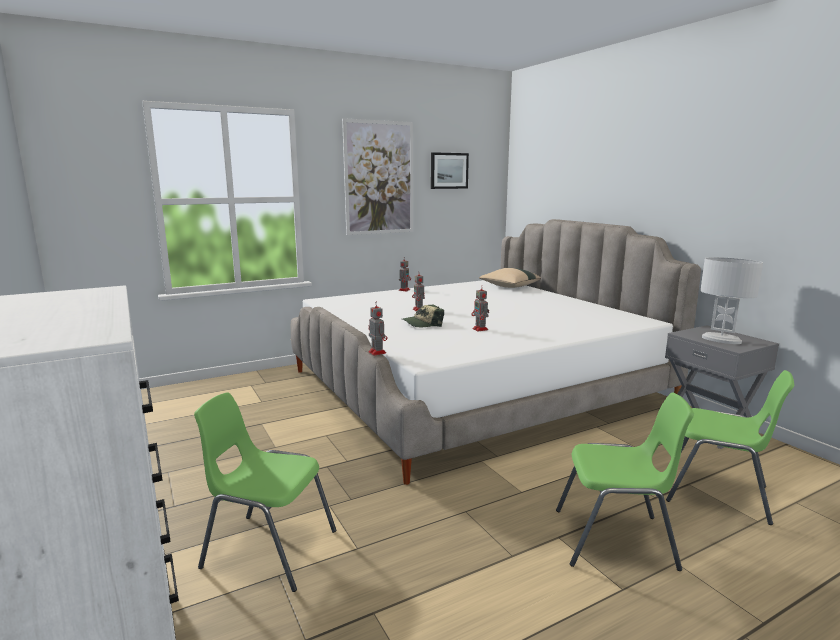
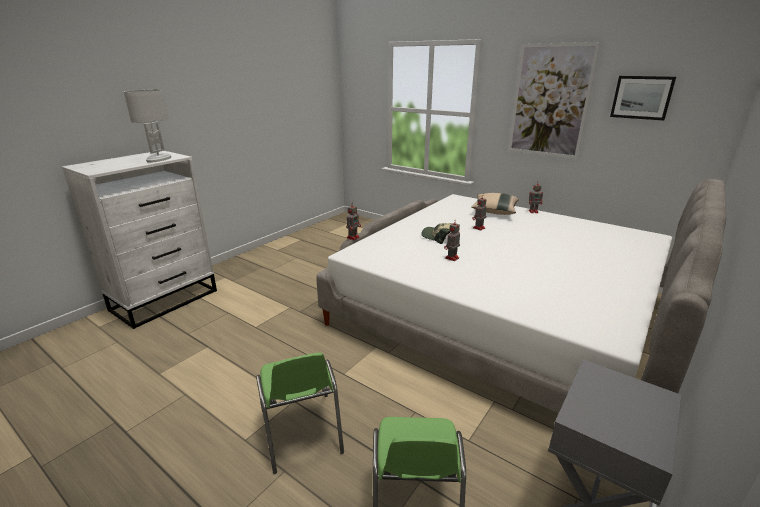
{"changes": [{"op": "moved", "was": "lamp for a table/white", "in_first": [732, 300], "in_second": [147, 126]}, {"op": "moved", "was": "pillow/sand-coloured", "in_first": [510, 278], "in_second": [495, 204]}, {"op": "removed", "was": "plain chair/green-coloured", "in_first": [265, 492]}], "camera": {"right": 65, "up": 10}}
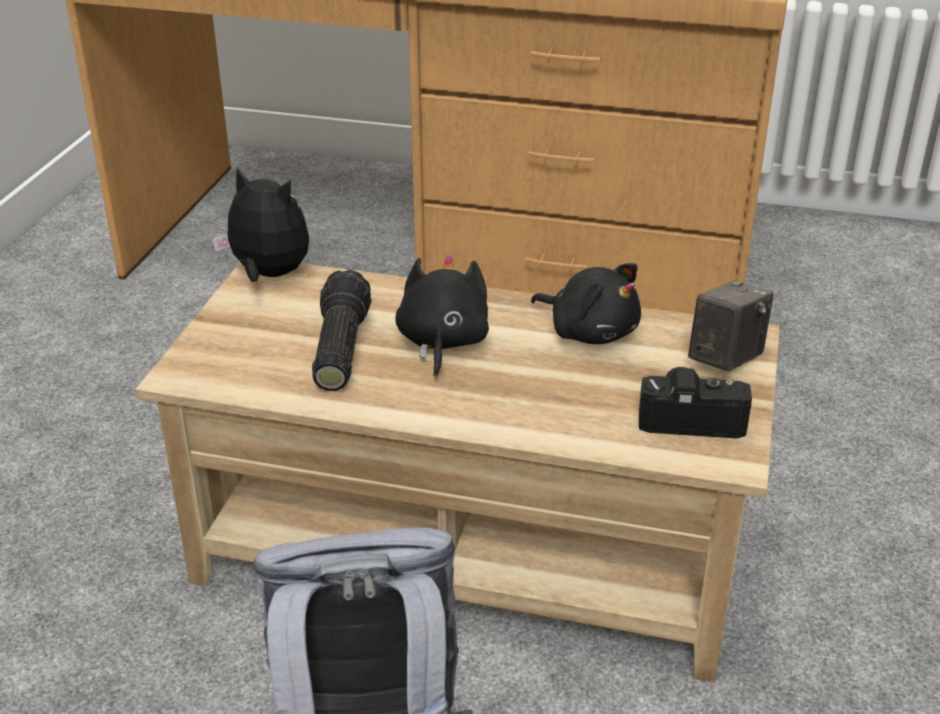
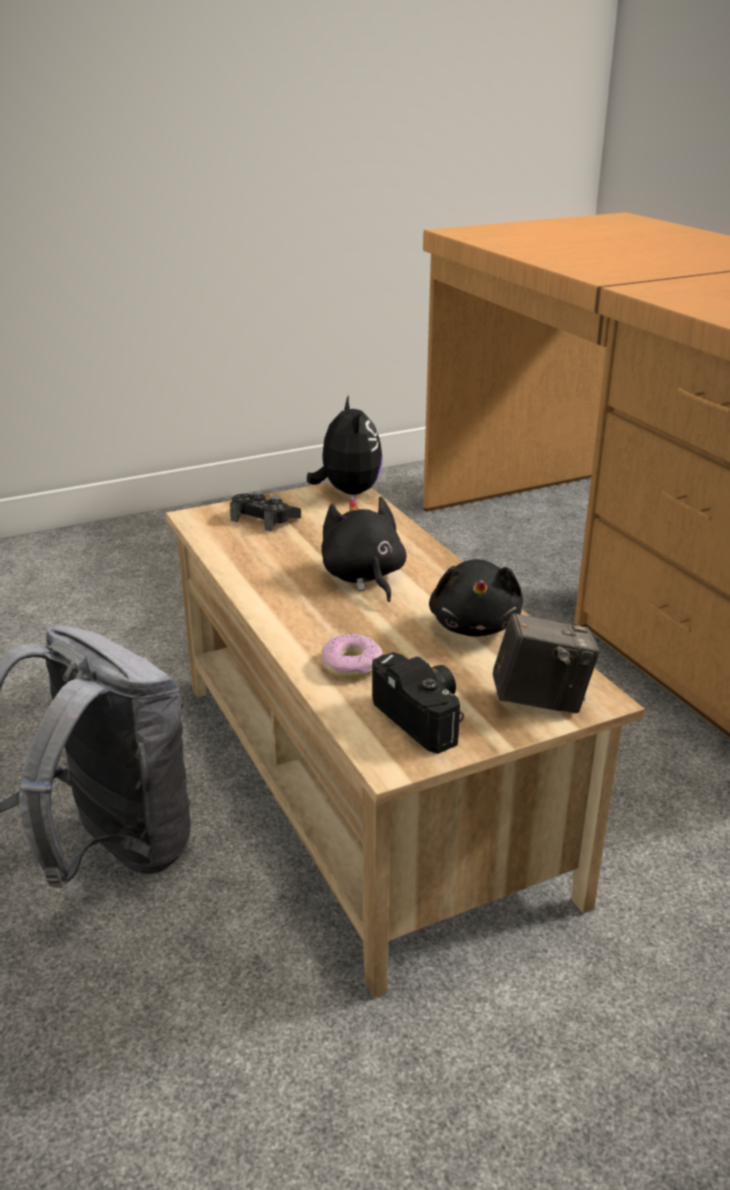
{"changes": [{"op": "added", "now": "joypad/black", "in_second": [265, 511]}, {"op": "turned", "was": "soft toy/black", "in_first": [442, 316], "in_second": [364, 549], "clockwise": -75}, {"op": "added", "now": "donut", "in_second": [352, 656]}, {"op": "removed", "was": "flashlight", "in_first": [342, 330]}], "camera": {"right": 50, "up": -5}}
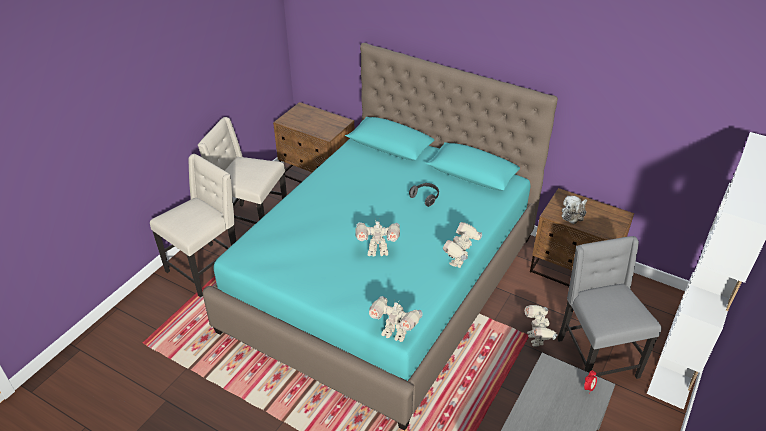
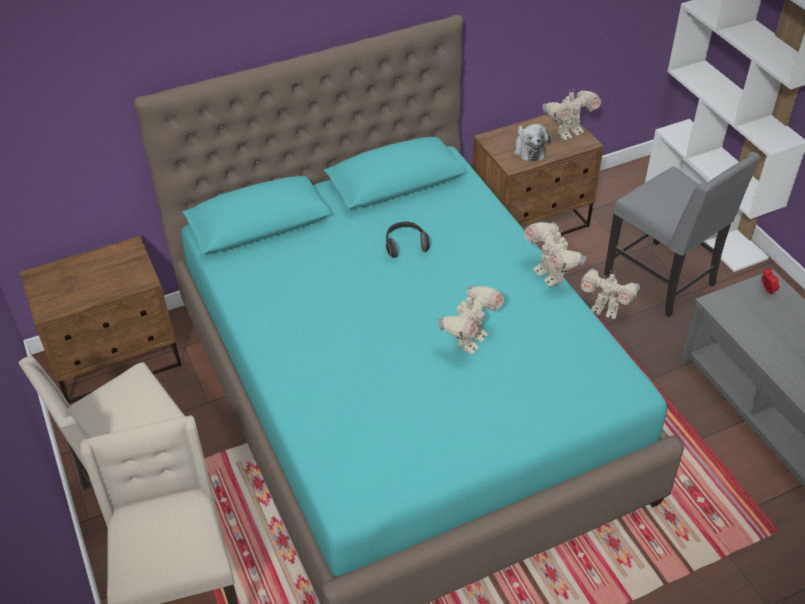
{"changes": [{"op": "moved", "was": "toy robot", "in_first": [396, 319], "in_second": [572, 113]}, {"op": "turned", "was": "plain chair/greyish", "in_first": [609, 307], "in_second": [682, 234], "clockwise": -150}], "camera": {"right": -55, "up": 5}}
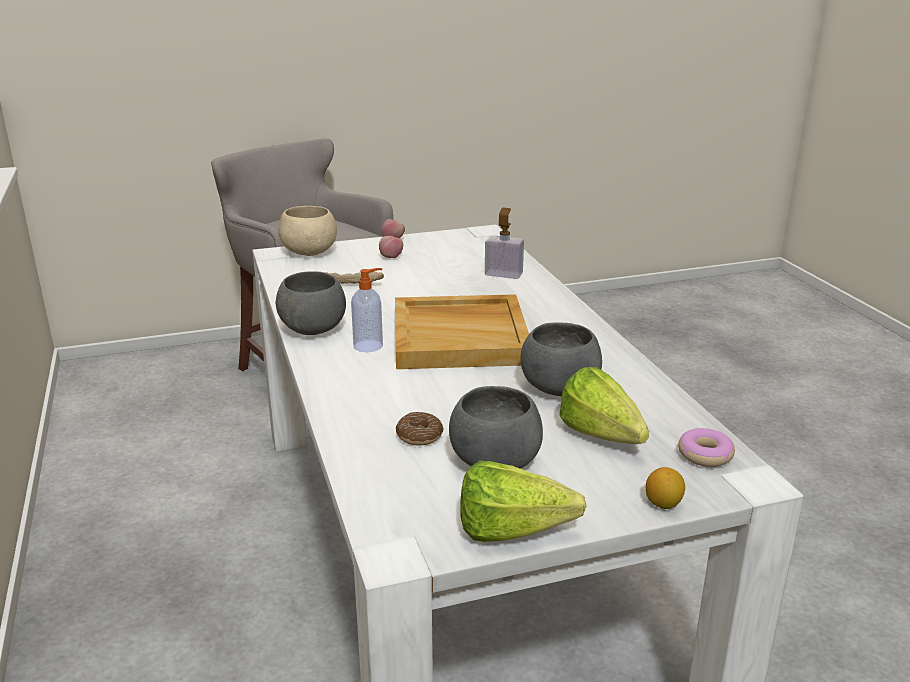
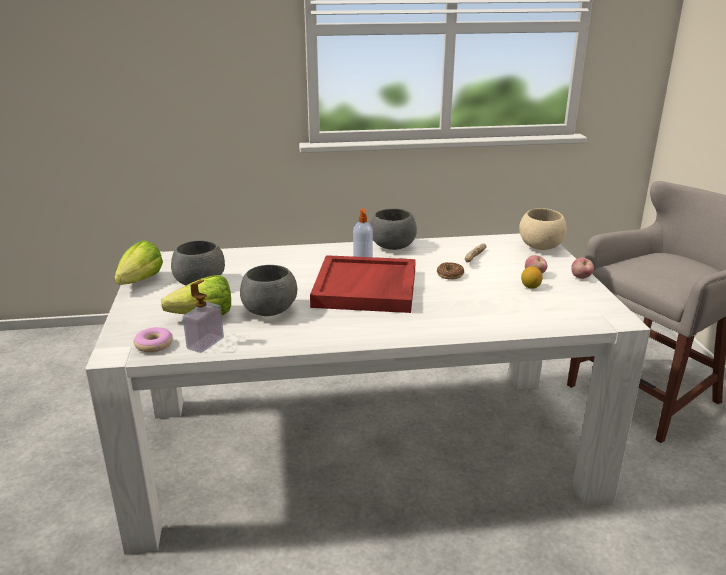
{"changes": [{"op": "moved", "was": "liquid soap bottle", "in_first": [504, 243], "in_second": [203, 316]}, {"op": "recoloured", "was": "serving tray/sand-coloured", "now": "serving tray/reddish", "in_first": [462, 331], "in_second": [363, 284]}, {"op": "moved", "was": "donut", "in_first": [419, 428], "in_second": [450, 271]}, {"op": "moved", "was": "lemon", "in_first": [665, 488], "in_second": [532, 278]}], "camera": {"right": 100, "up": 0}}
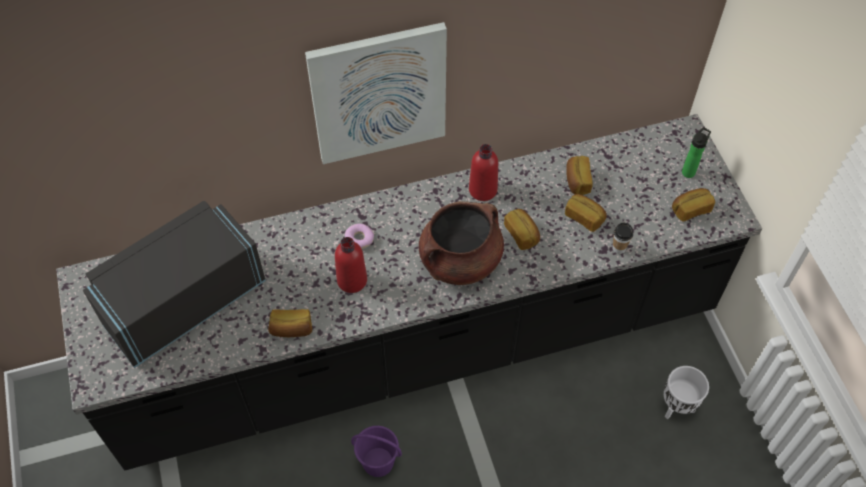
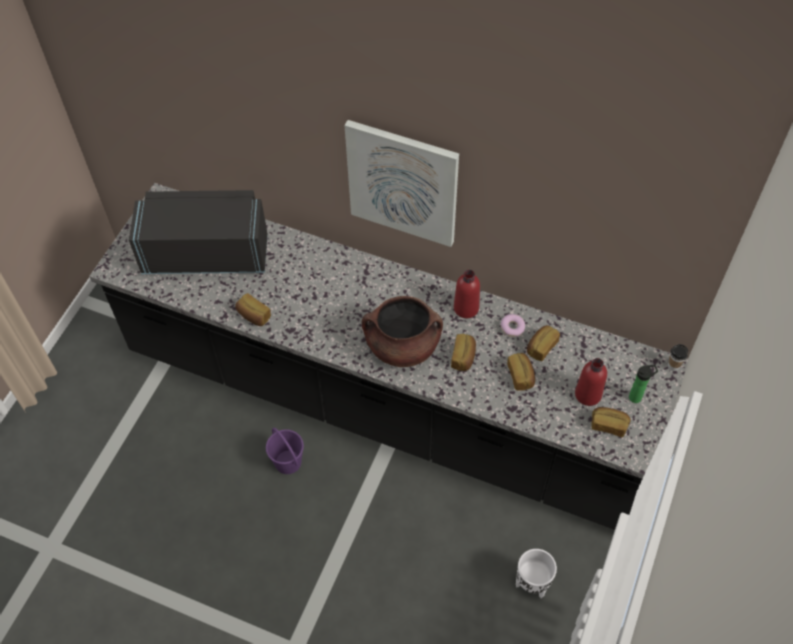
{"changes": [{"op": "moved", "was": "donut", "in_first": [359, 236], "in_second": [513, 325]}, {"op": "moved", "was": "drink bottle/reddish", "in_first": [351, 265], "in_second": [591, 382]}, {"op": "moved", "was": "drinking cup", "in_first": [622, 238], "in_second": [678, 357]}], "camera": {"right": 40, "up": 0}}
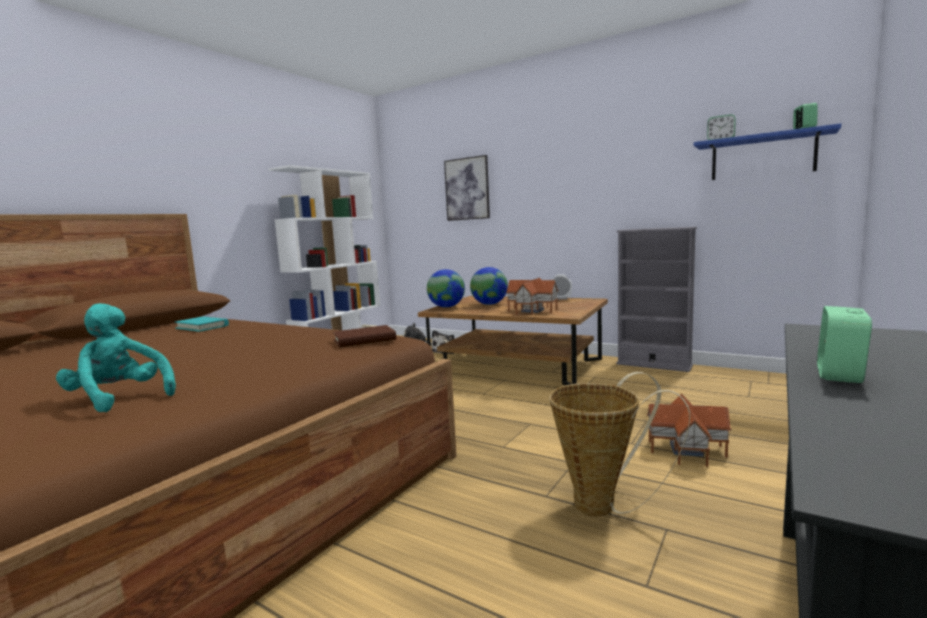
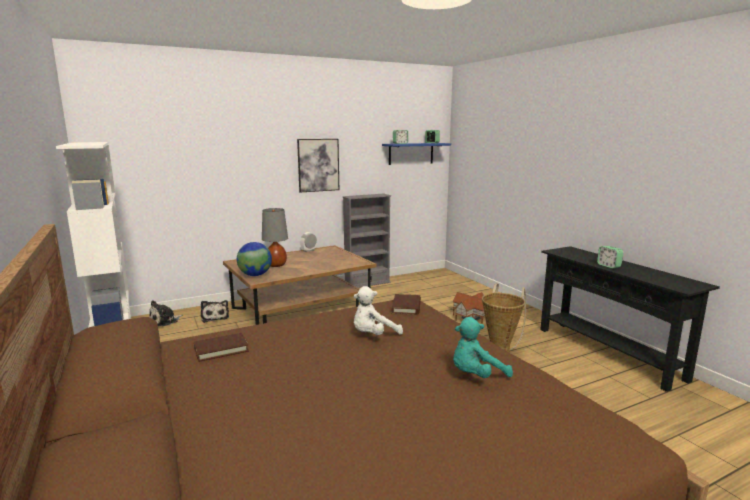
{"changes": [{"op": "recoloured", "was": "book/turquoise", "now": "book/brown", "in_first": [202, 324], "in_second": [221, 347]}, {"op": "replaced", "was": "globe", "now": "lamp for a table/greyish", "in_first": [489, 286], "in_second": [275, 237]}, {"op": "moved", "was": "picture", "in_first": [467, 188], "in_second": [318, 166]}, {"op": "added", "now": "soft toy/white", "in_second": [378, 310]}, {"op": "removed", "was": "miniature house", "in_first": [532, 296]}], "camera": {"right": -60, "up": 5}}
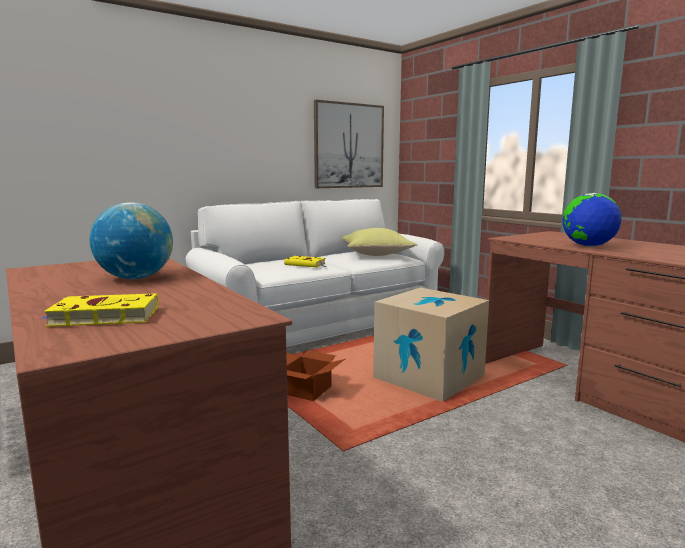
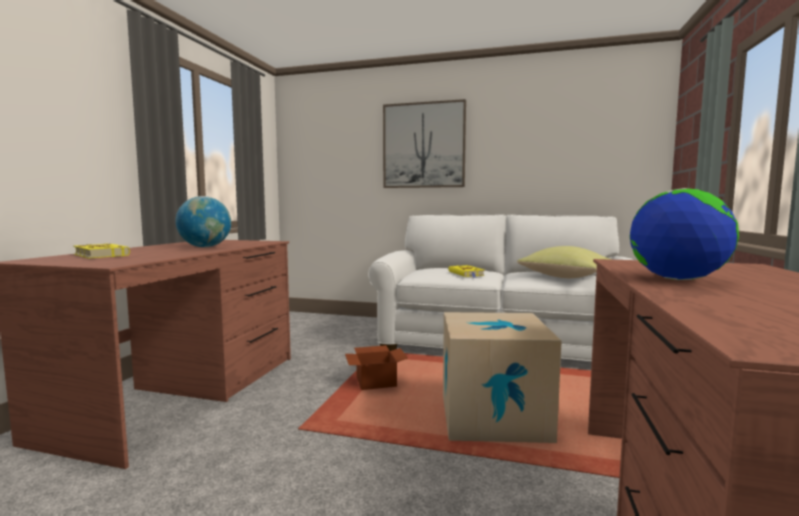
{"changes": [{"op": "moved", "was": "picture", "in_first": [349, 144], "in_second": [424, 143]}], "camera": {"right": 50, "up": -5}}
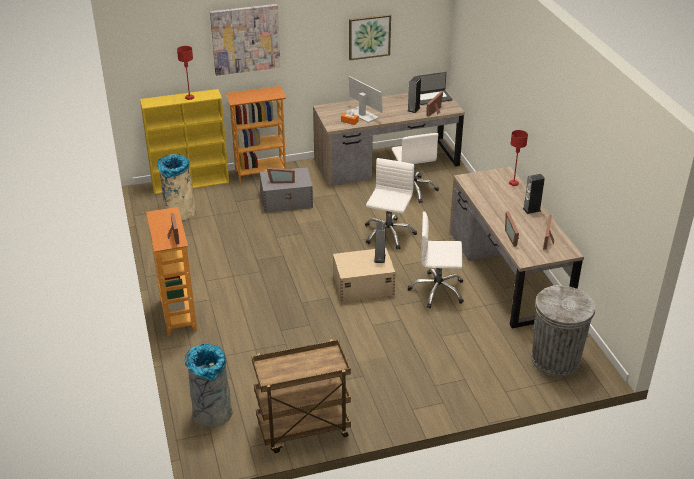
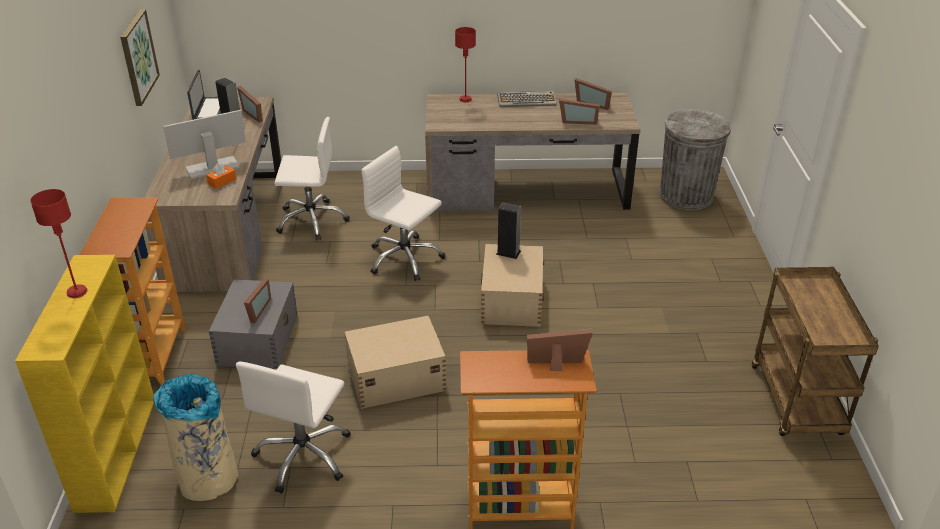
{"changes": [{"op": "moved", "was": "desk chair/white", "in_first": [436, 259], "in_second": [293, 428]}, {"op": "added", "now": "storage container/sand-coloured", "in_second": [396, 362]}, {"op": "replaced", "was": "loudspeaker", "now": "computer keyboard", "in_first": [534, 194], "in_second": [527, 99]}, {"op": "removed", "was": "waste bin/greyish", "in_first": [208, 386]}, {"op": "removed", "was": "picture", "in_first": [245, 40]}], "camera": {"right": -75, "up": 0}}
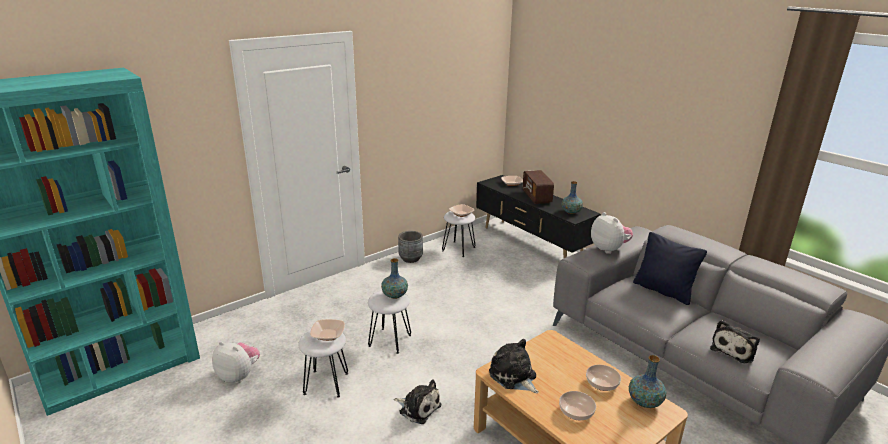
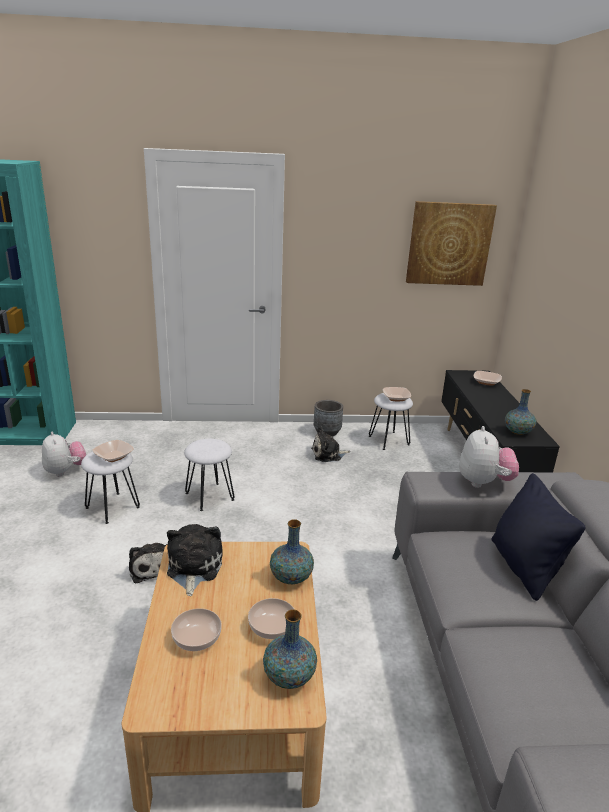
{"changes": [{"op": "moved", "was": "vase", "in_first": [394, 278], "in_second": [292, 551]}, {"op": "moved", "was": "soft toy", "in_first": [735, 341], "in_second": [330, 444]}, {"op": "added", "now": "picture", "in_second": [451, 243]}, {"op": "removed", "was": "radio set", "in_first": [538, 187]}], "camera": {"right": 35, "up": 0}}
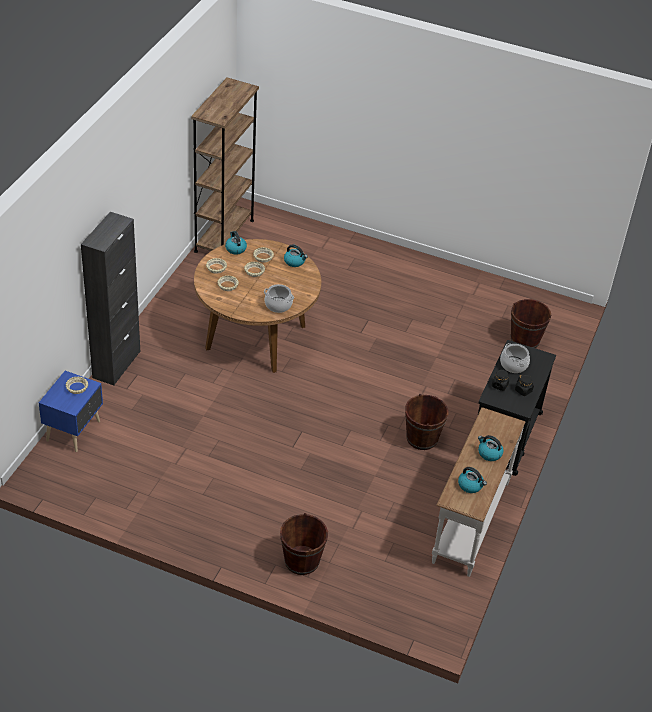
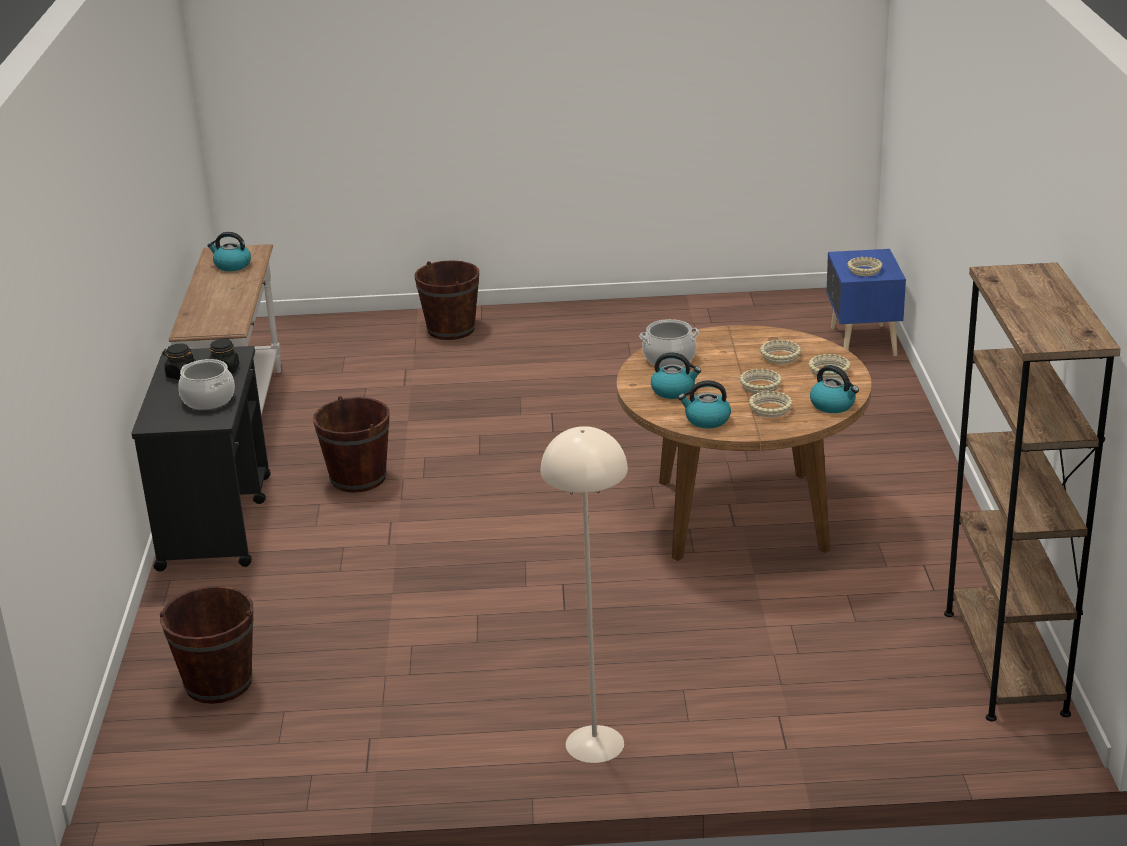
{"changes": [{"op": "added", "now": "standing lamp/sand-coloured", "in_second": [584, 594]}, {"op": "moved", "was": "tea kettle", "in_first": [491, 448], "in_second": [676, 375]}, {"op": "removed", "was": "cupboard/black", "in_first": [110, 298]}], "camera": {"right": 160, "up": -15}}
